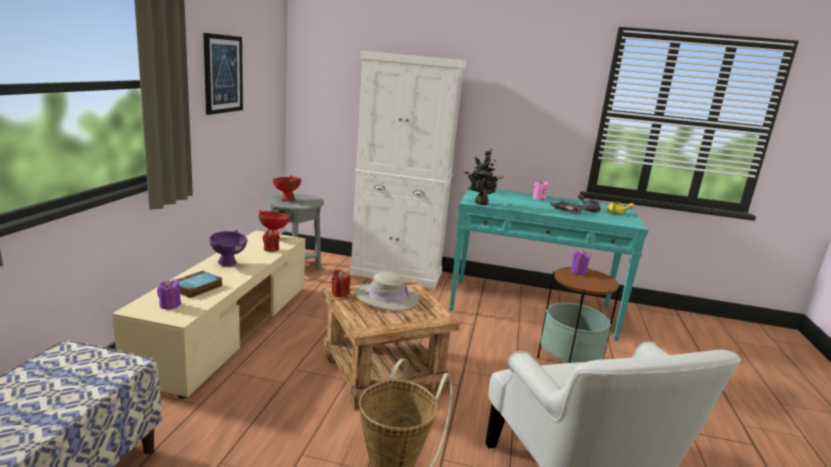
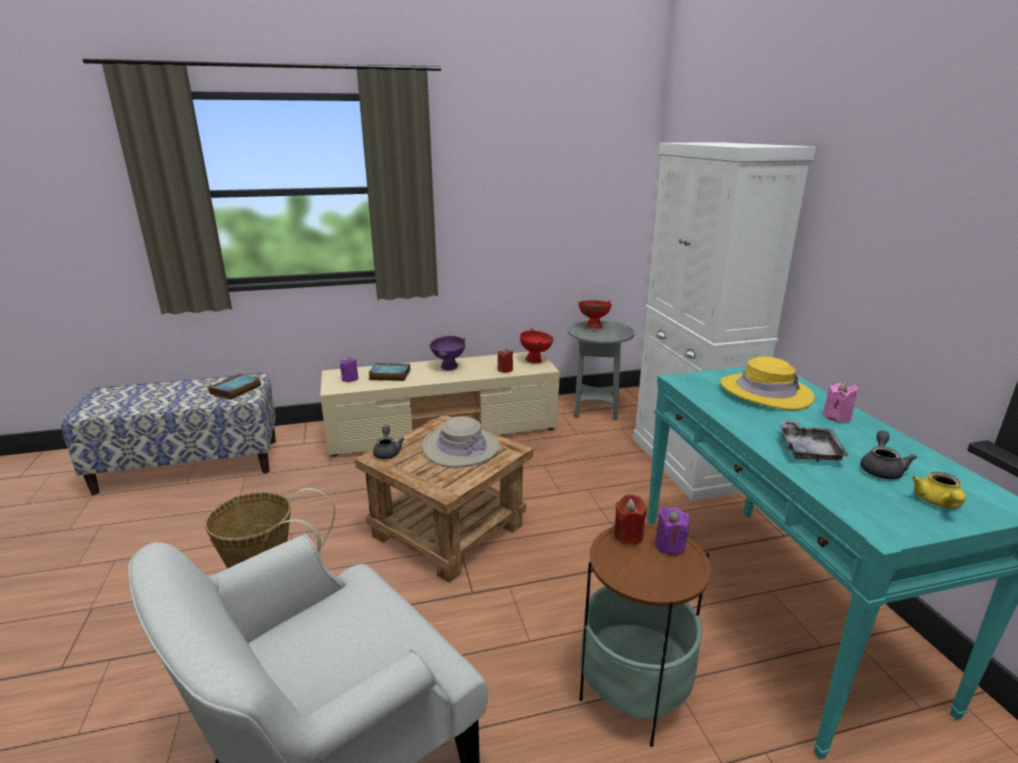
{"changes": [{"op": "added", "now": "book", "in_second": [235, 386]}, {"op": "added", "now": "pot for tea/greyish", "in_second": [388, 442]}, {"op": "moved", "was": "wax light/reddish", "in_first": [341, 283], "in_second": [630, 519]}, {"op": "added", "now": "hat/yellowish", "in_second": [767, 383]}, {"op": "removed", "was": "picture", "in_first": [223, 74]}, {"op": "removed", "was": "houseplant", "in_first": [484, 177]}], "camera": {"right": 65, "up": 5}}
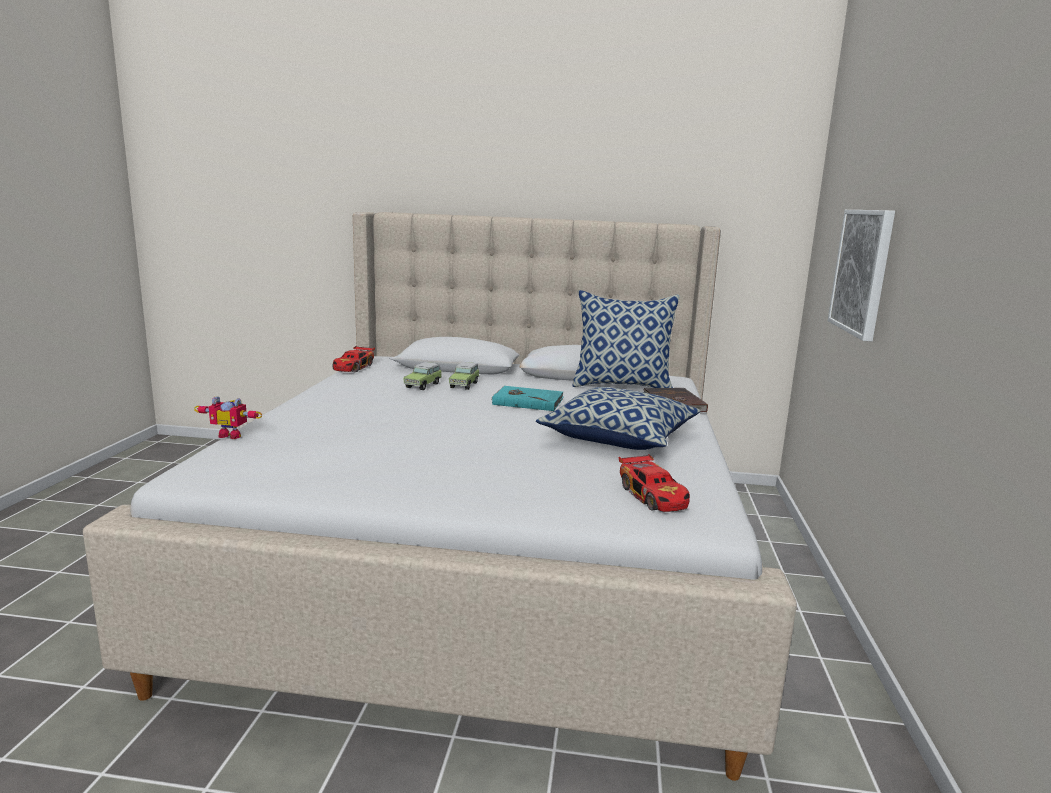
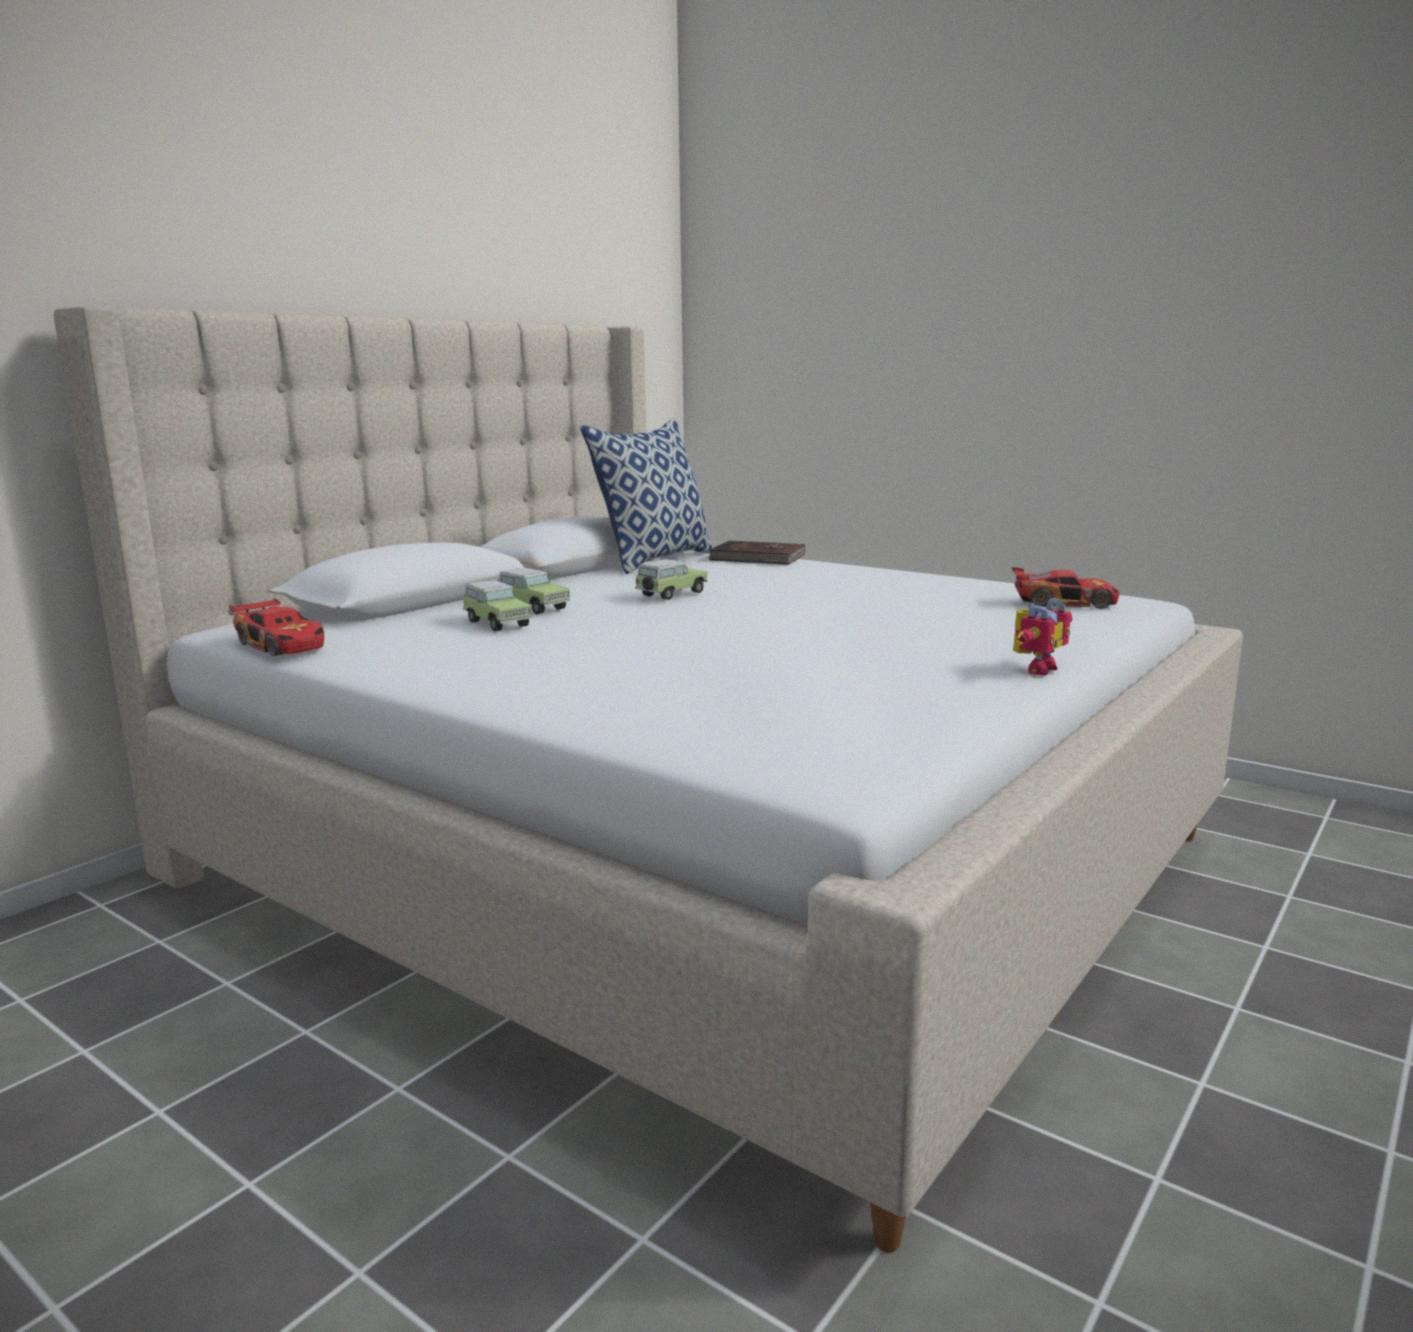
{"changes": [{"op": "replaced", "was": "book/turquoise", "now": "toy car", "in_first": [527, 398], "in_second": [671, 579]}, {"op": "moved", "was": "toy robot", "in_first": [228, 417], "in_second": [1043, 637]}, {"op": "removed", "was": "pillow", "in_first": [618, 418]}, {"op": "removed", "was": "picture", "in_first": [861, 275]}], "camera": {"right": -60, "up": 0}}
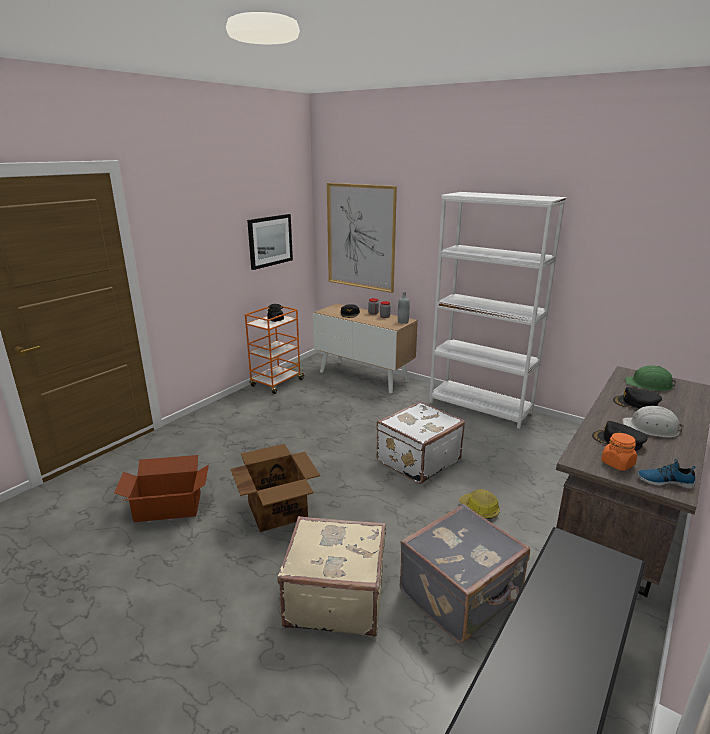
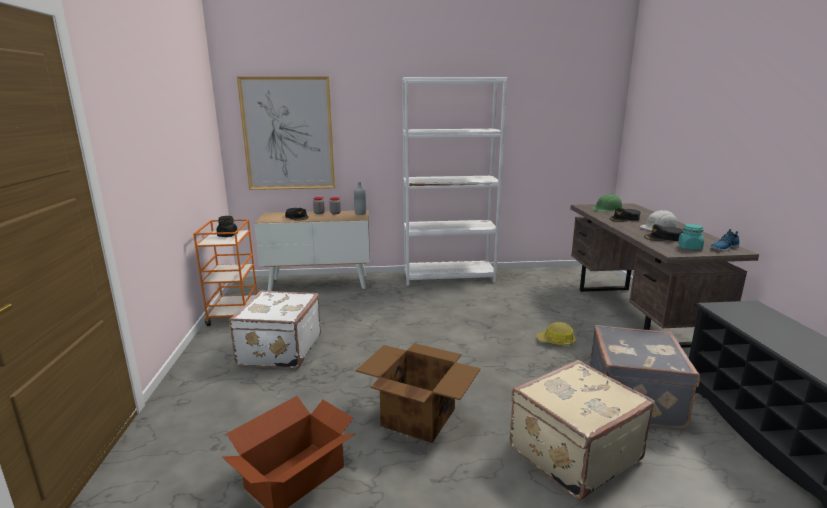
{"changes": [{"op": "moved", "was": "piece of luggage/white", "in_first": [421, 442], "in_second": [275, 329]}, {"op": "recoloured", "was": "jar/orangey", "now": "jar/turquoise", "in_first": [619, 452], "in_second": [691, 237]}, {"op": "removed", "was": "picture", "in_first": [270, 242]}], "camera": {"right": -40, "up": -5}}
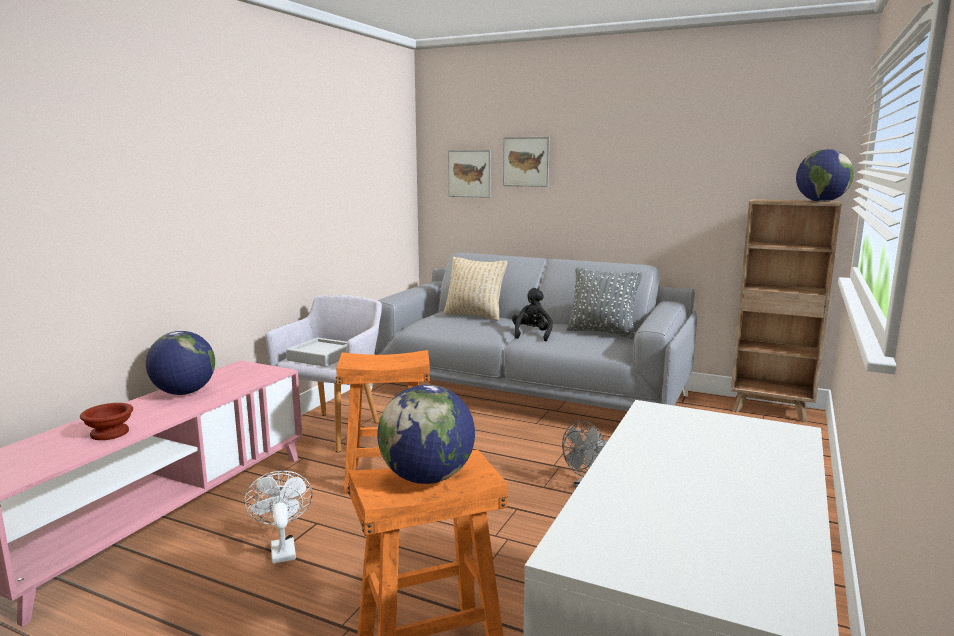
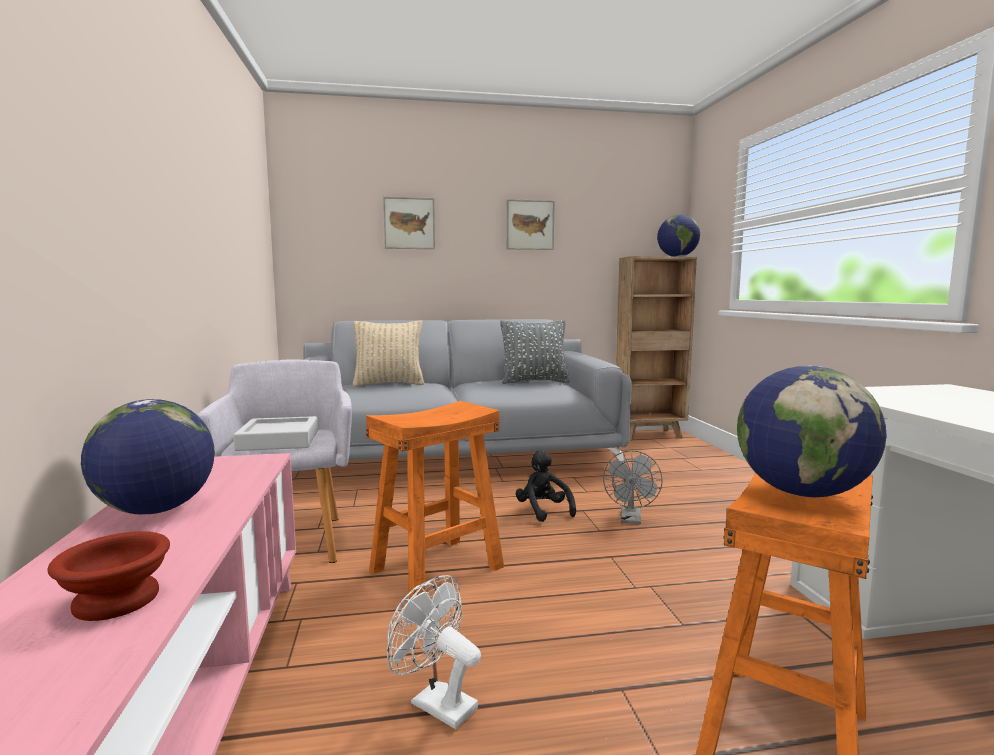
{"changes": [{"op": "moved", "was": "picture", "in_first": [469, 174], "in_second": [531, 224]}, {"op": "moved", "was": "soft toy/black", "in_first": [532, 314], "in_second": [546, 486]}], "camera": {"right": -35, "up": -5}}
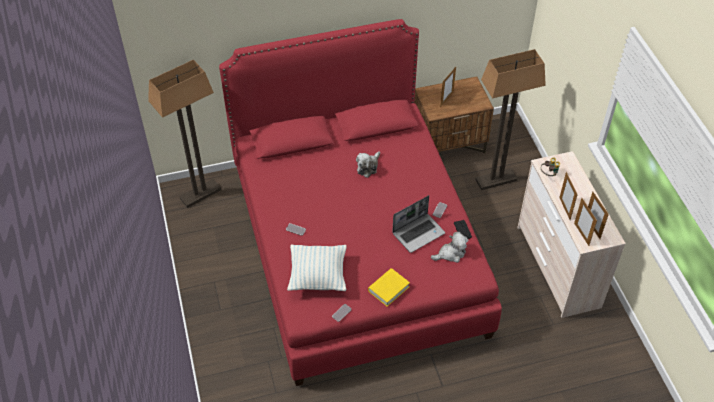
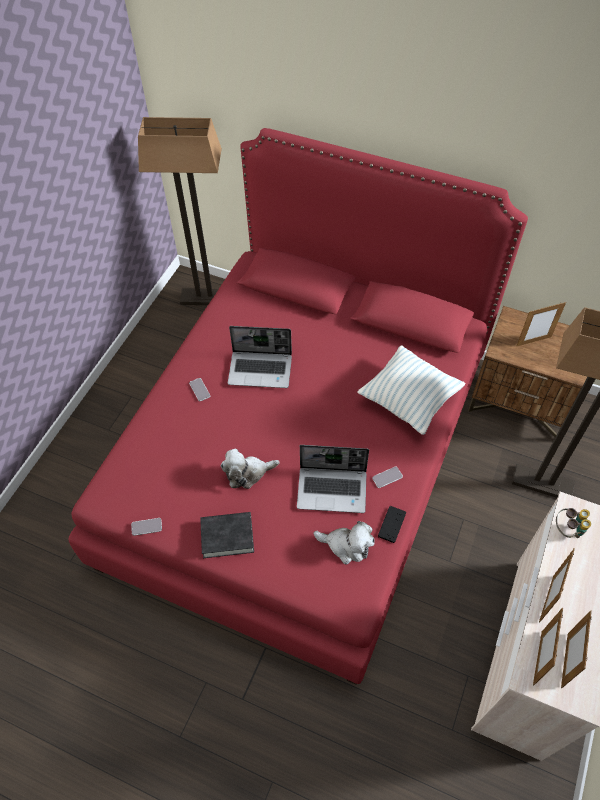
{"changes": [{"op": "recoloured", "was": "book/yellowish", "now": "book/black", "in_first": [389, 287], "in_second": [227, 535]}, {"op": "moved", "was": "soft toy", "in_first": [368, 164], "in_second": [250, 469]}, {"op": "added", "now": "laptop", "in_second": [260, 357]}, {"op": "moved", "was": "pillow", "in_first": [317, 268], "in_second": [411, 390]}], "camera": {"right": 40, "up": 5}}
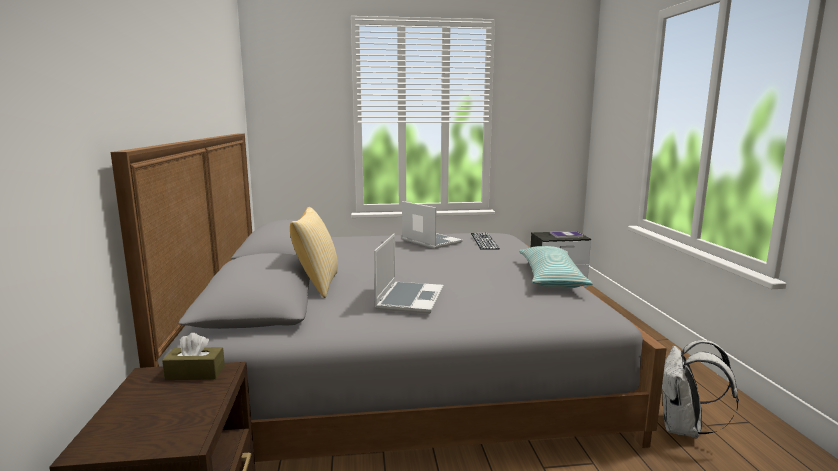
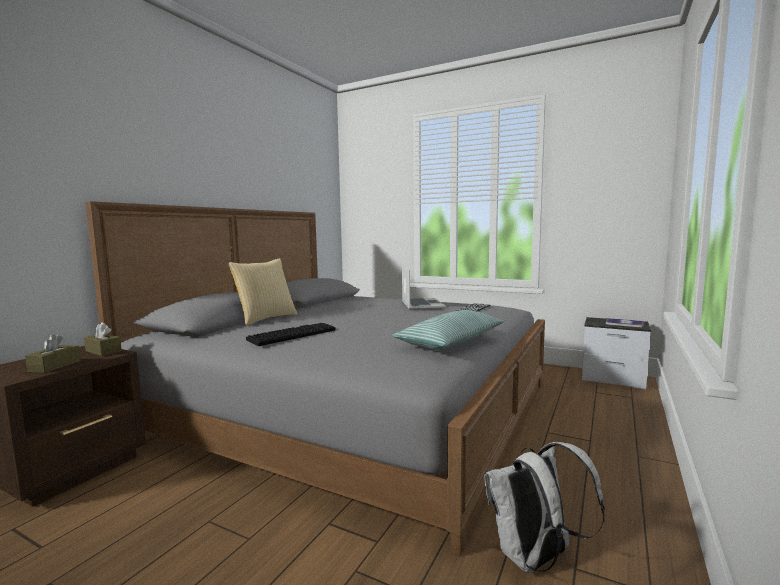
{"changes": [{"op": "added", "now": "tissue box/brown", "in_second": [53, 353]}, {"op": "replaced", "was": "laptop", "now": "computer keyboard", "in_first": [409, 273], "in_second": [290, 334]}], "camera": {"right": 35, "up": -5}}
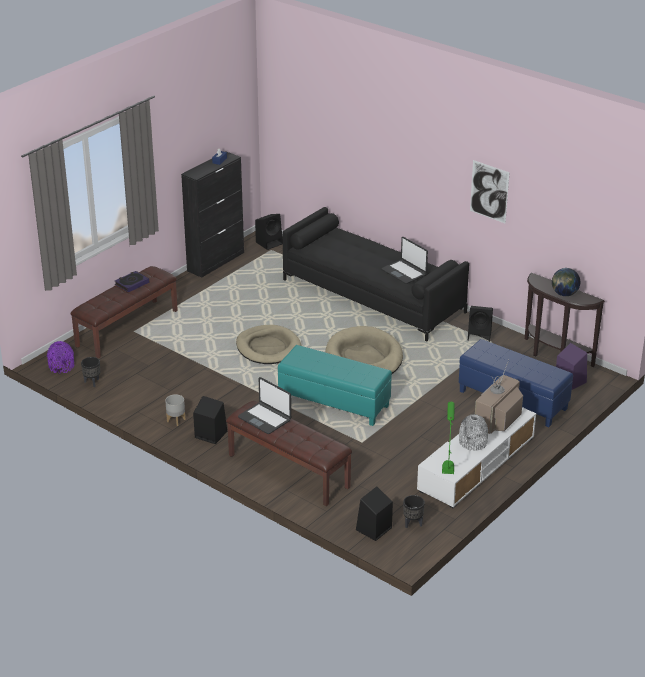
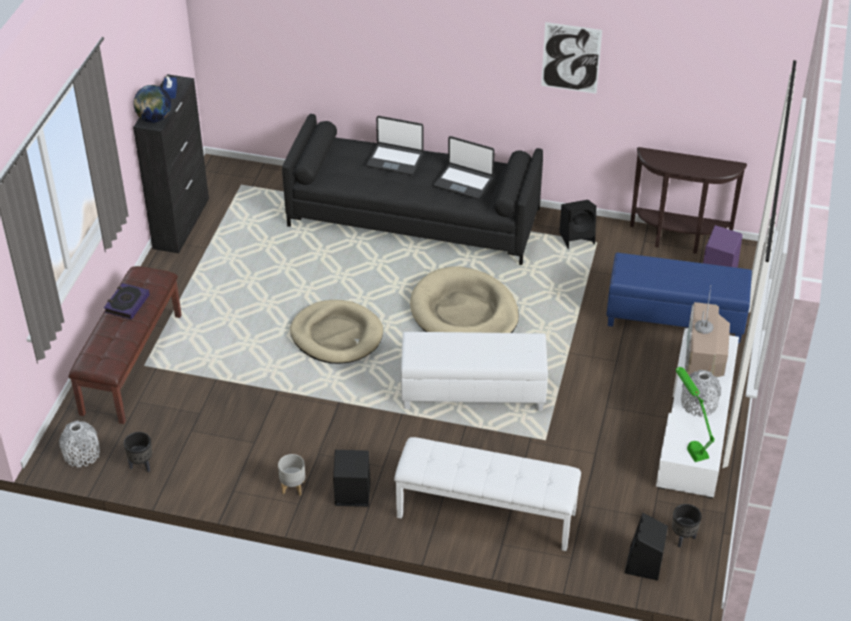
{"changes": [{"op": "recoloured", "was": "vase/purple", "now": "vase/greyish", "in_first": [60, 357], "in_second": [79, 443]}, {"op": "moved", "was": "globe", "in_first": [566, 282], "in_second": [152, 104]}, {"op": "moved", "was": "laptop", "in_first": [264, 405], "in_second": [395, 145]}, {"op": "recoloured", "was": "bench/brown", "now": "bench/white", "in_first": [289, 453], "in_second": [487, 494]}, {"op": "recoloured", "was": "pouffe/turquoise", "now": "pouffe/white", "in_first": [335, 385], "in_second": [474, 371]}, {"op": "removed", "was": "loudspeaker/black", "in_first": [269, 232]}], "camera": {"right": -25, "up": 10}}
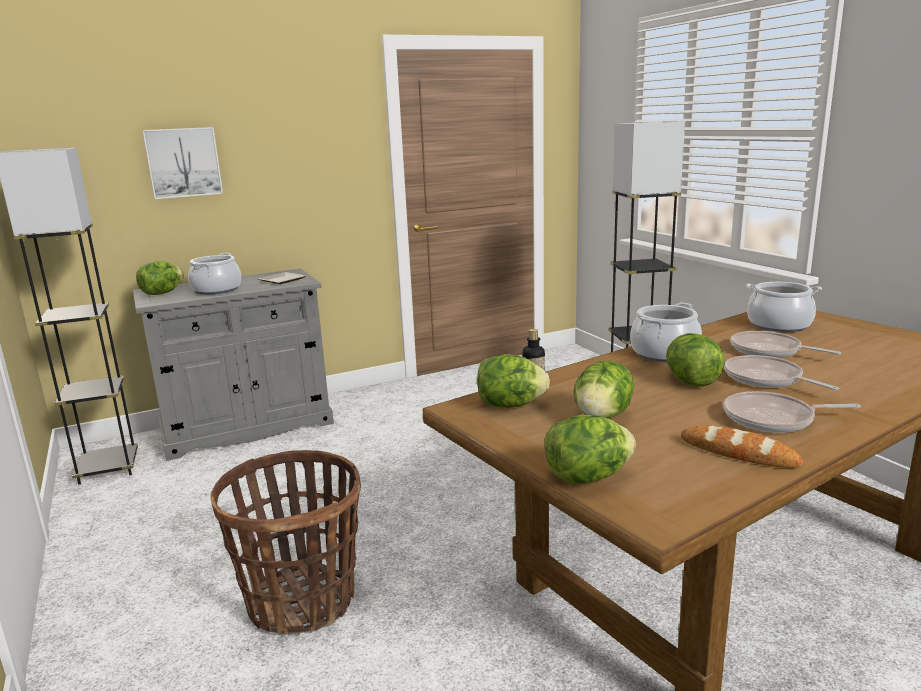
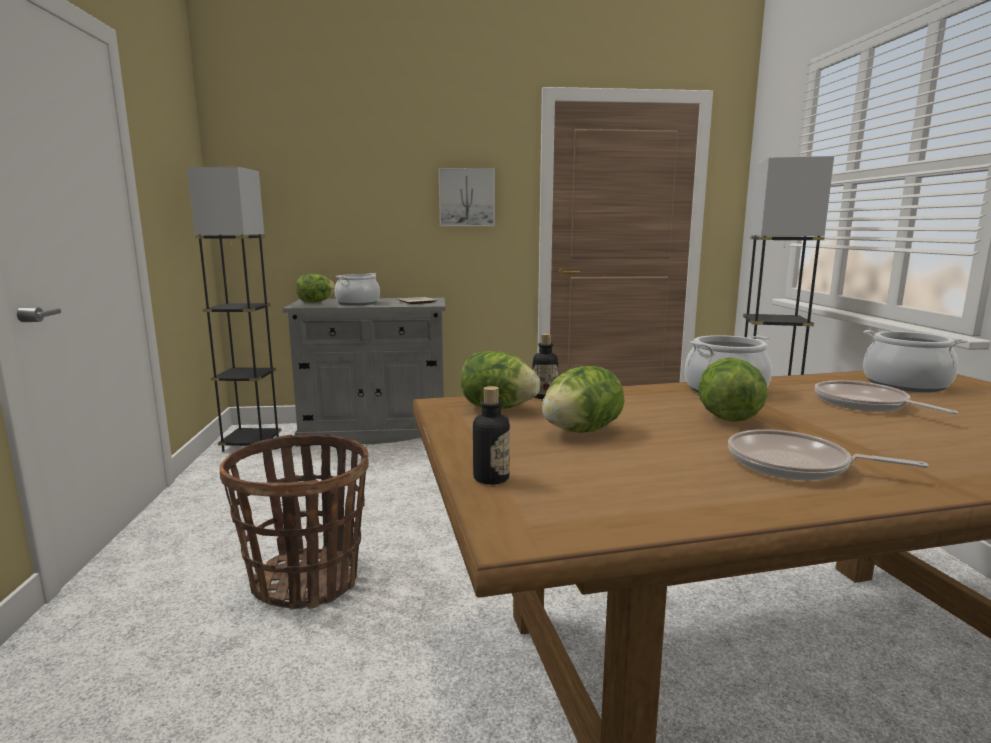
{"changes": [{"op": "moved", "was": "picture", "in_first": [182, 163], "in_second": [467, 197]}, {"op": "replaced", "was": "lettuce", "now": "drink bottle", "in_first": [590, 449], "in_second": [491, 435]}, {"op": "removed", "was": "bread", "in_first": [742, 446]}, {"op": "removed", "was": "pan", "in_first": [781, 372]}], "camera": {"right": 20, "up": -5}}
